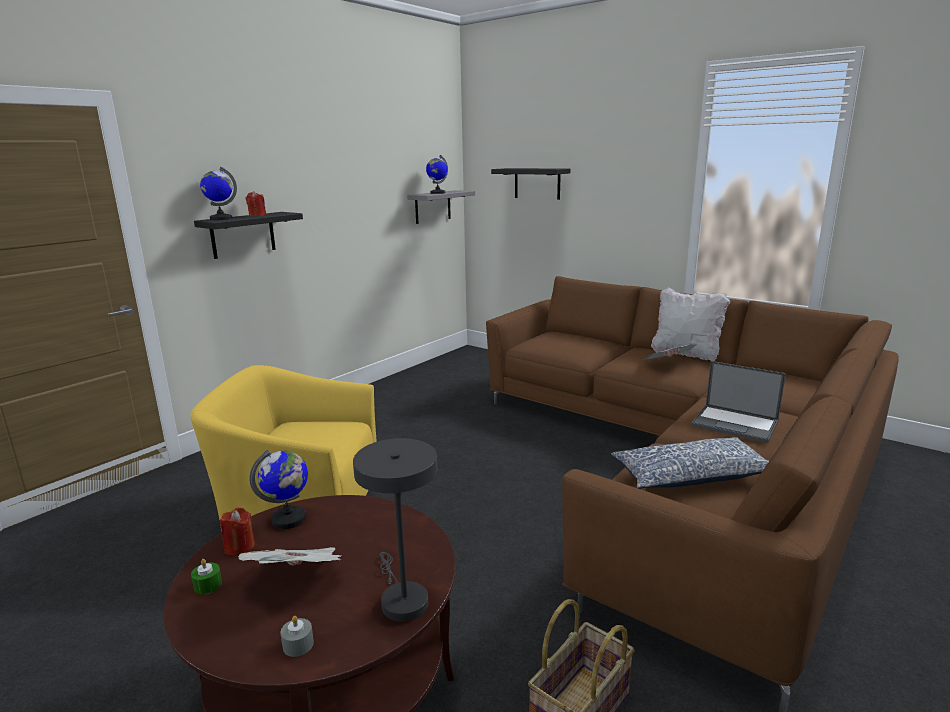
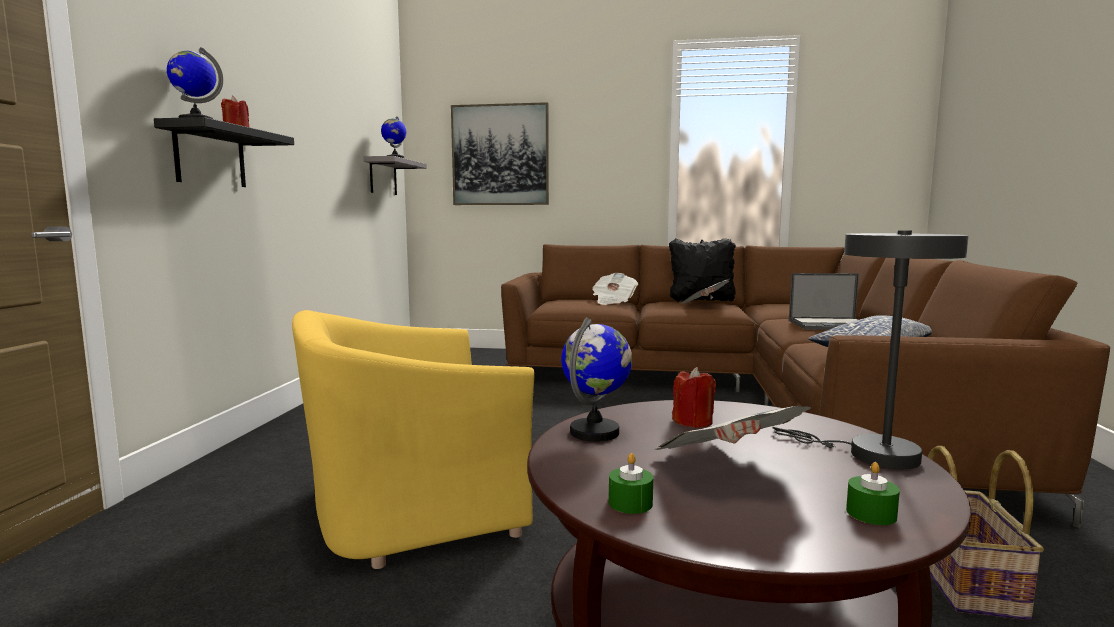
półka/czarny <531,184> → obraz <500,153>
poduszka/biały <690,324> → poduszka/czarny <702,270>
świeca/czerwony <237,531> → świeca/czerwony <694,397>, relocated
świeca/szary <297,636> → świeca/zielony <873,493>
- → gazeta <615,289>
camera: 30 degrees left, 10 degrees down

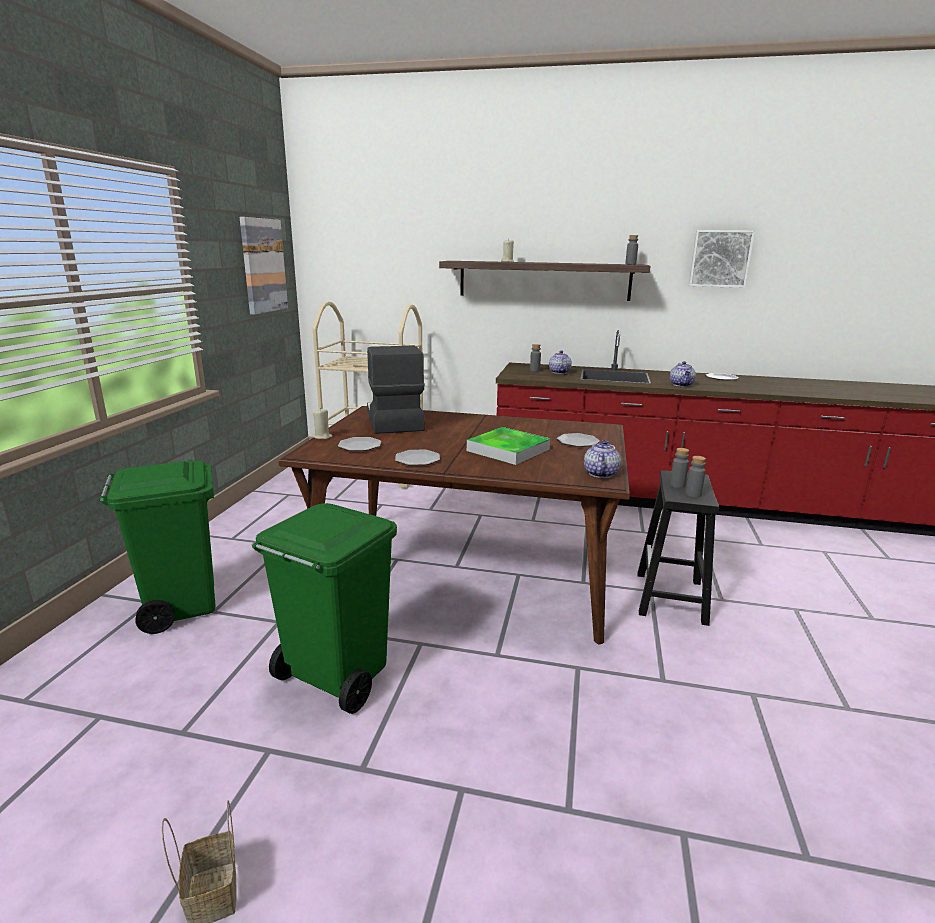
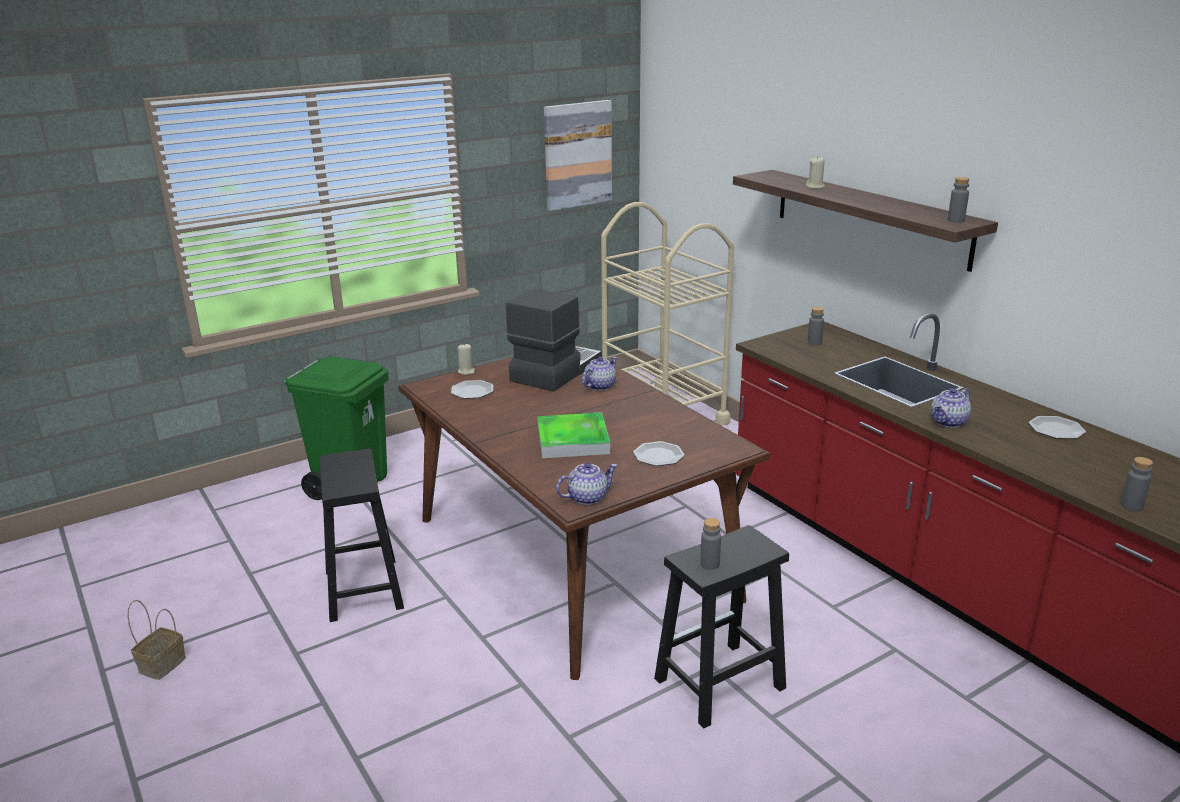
obraz <722,259> → -
imbryk <560,362> → imbryk <599,374>, relocated
butelka/szary <679,468> → butelka/szary <1137,484>, relocated
talerz <417,457> → -
kosz na śmieci/zielony <324,608> → stołek/czarny <361,535>
camera: 45 degrees right, 5 degrees up

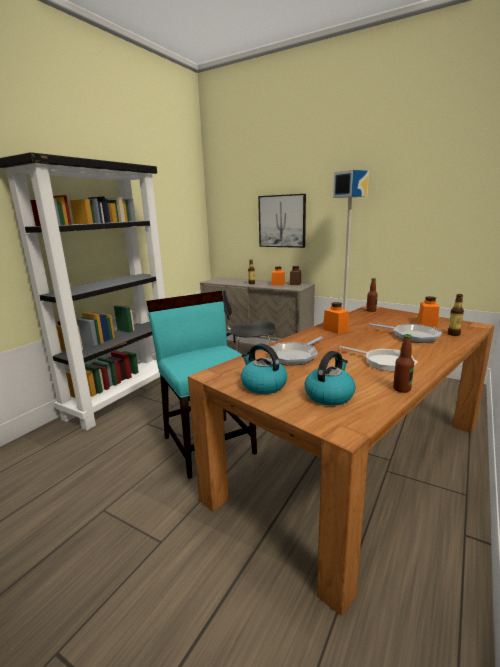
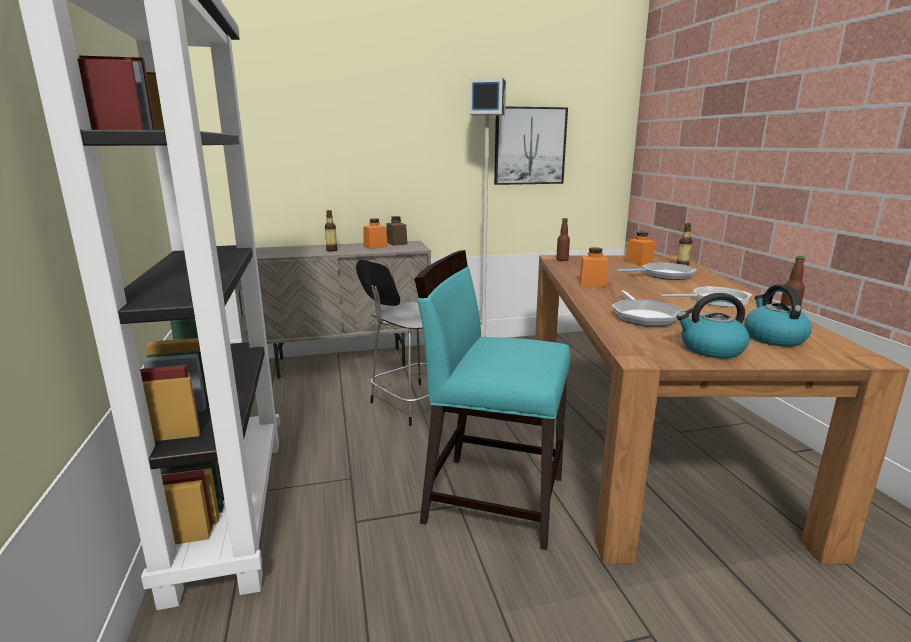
obraz <282,221> → obraz <531,145>, relocated
camera: 45 degrees left, 0 degrees up

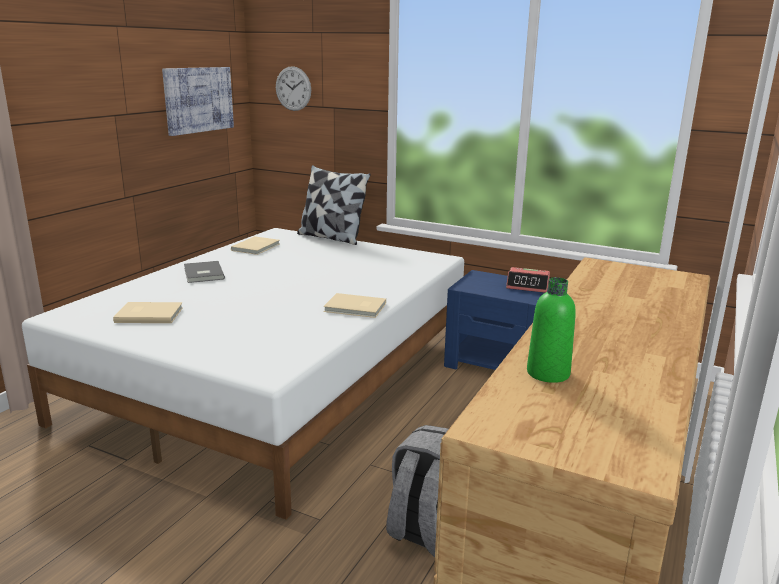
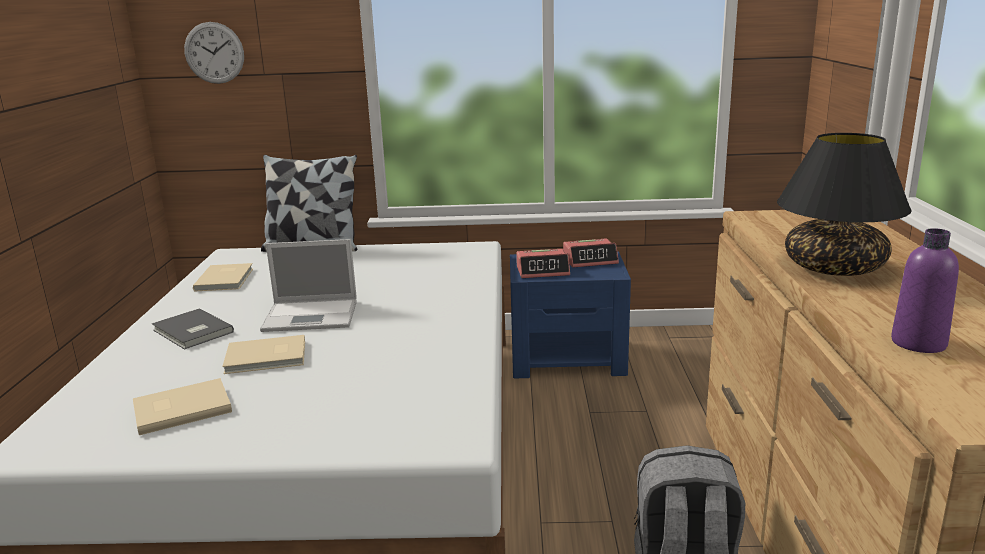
obraz <198,101> → -
butelka/zielony <551,330> → butelka/fioletowy <925,290>
książka/beżowy <354,305> → książka/beżowy <263,354>, relocated
- → lampa stołowa/czarny <844,204>
- → laptop <308,285>
- → budzik <543,263>
camera: 25 degrees left, 0 degrees up

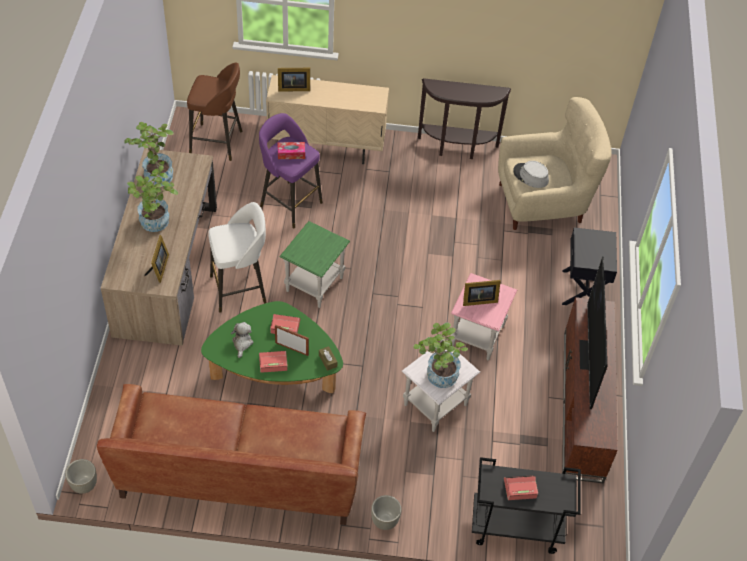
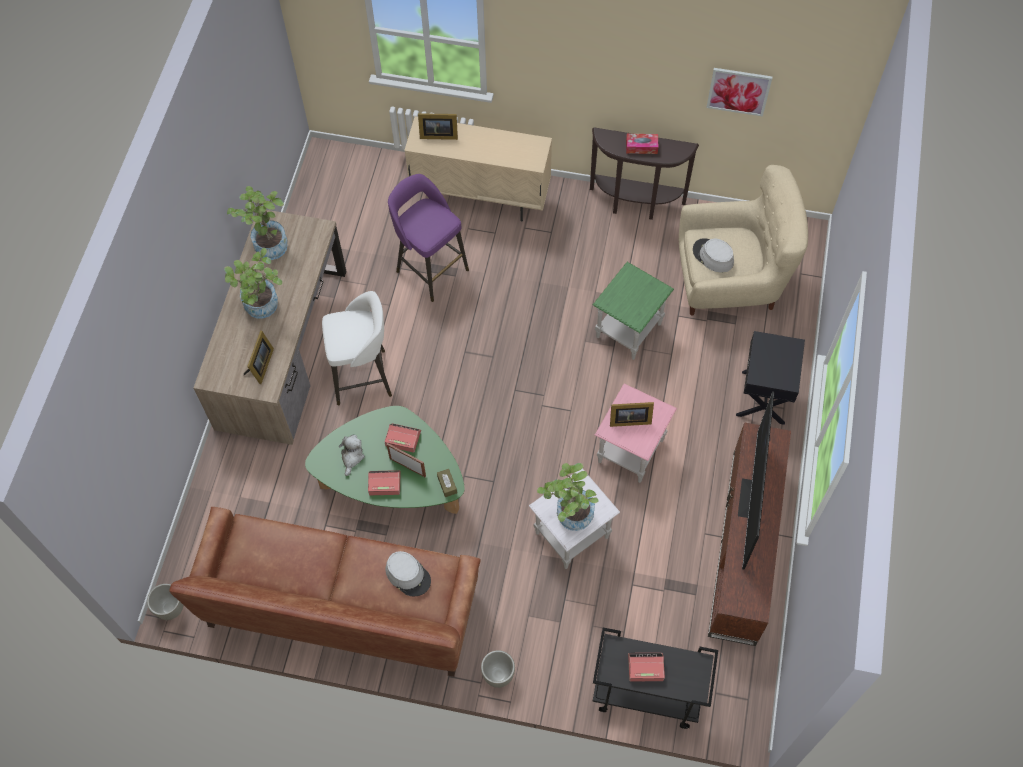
stołek/brązowy <214,112> → -
pudełko chusteczek <291,150> → pudełko chusteczek <642,144>, relocated
stolik/zielony <314,264> → stolik/zielony <633,311>, relocated
- → obraz <739,92>
- → kapelusz/szary <408,573>
camera: 10 degrees right, 10 degrees up

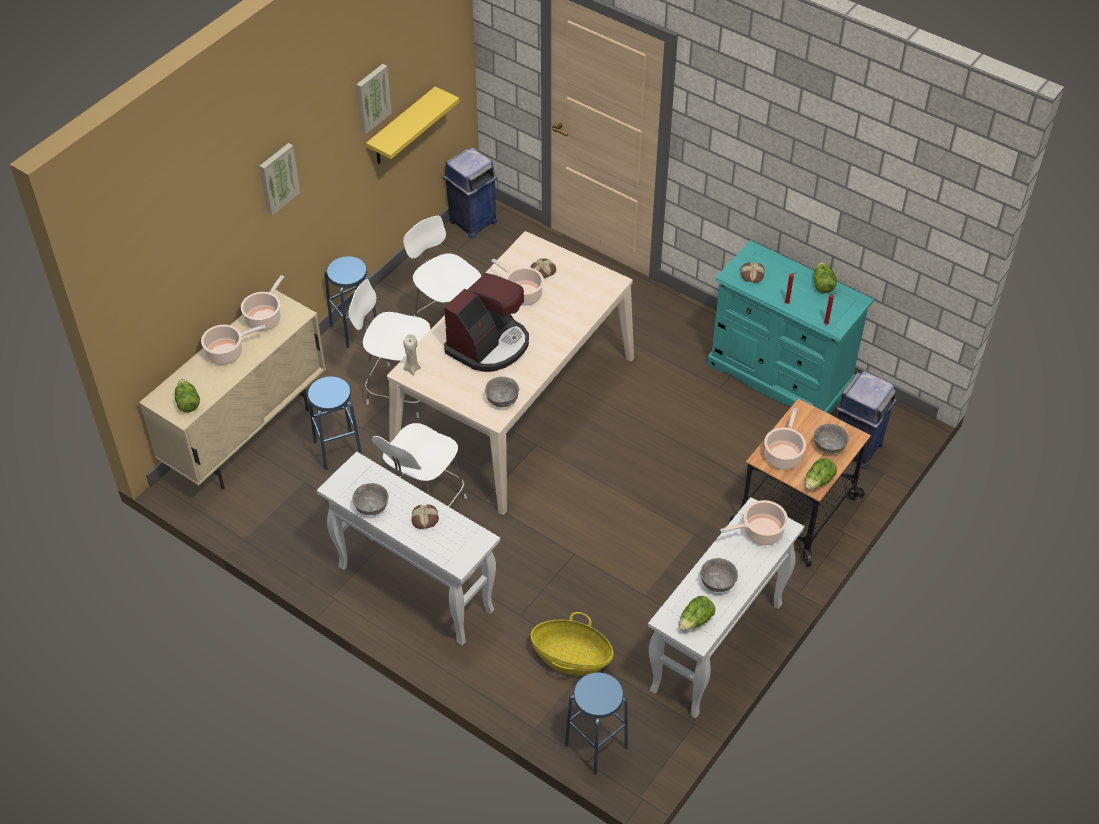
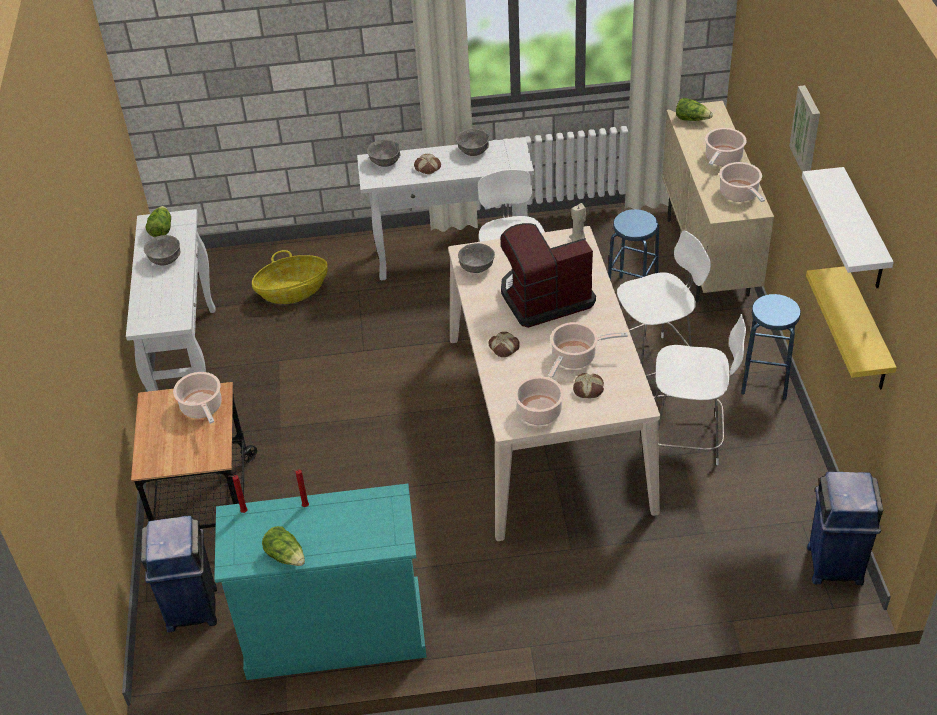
obraz <374,99> → półka/biały <848,227>
chleb <752,272> → chleb <504,344>, relocated
ekspres do kawy <486,322> → ekspres do kawy <548,275>, 75 degrees clockwise
miska/szary <831,439> → miska/szary <384,153>, relocated
sałata <821,474> → -
garnek <754,522> → garnek <539,390>, relocated
stołek/niebieski <596,723> → -
camera: 140 degrees right, 5 degrees down

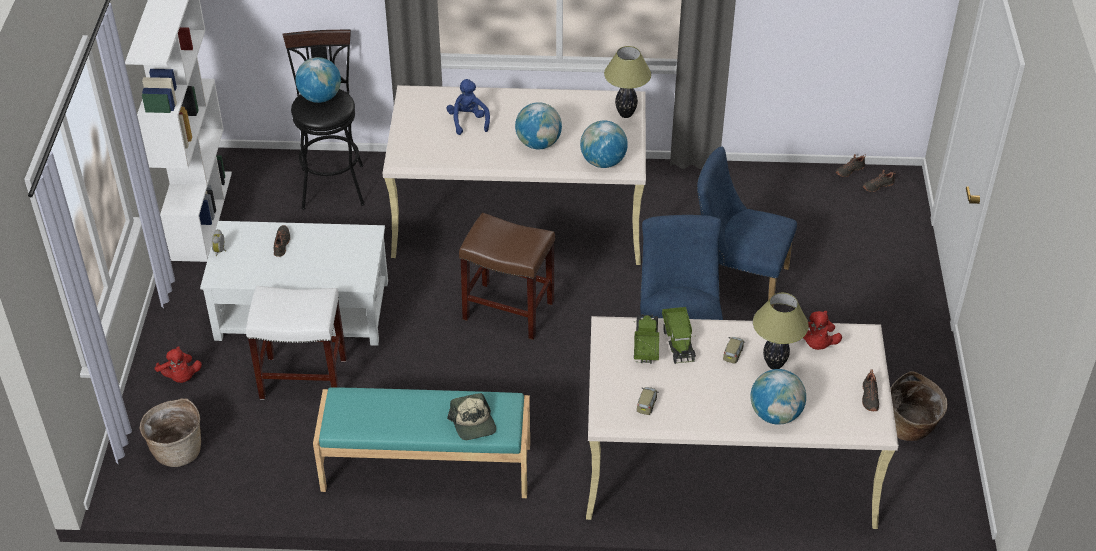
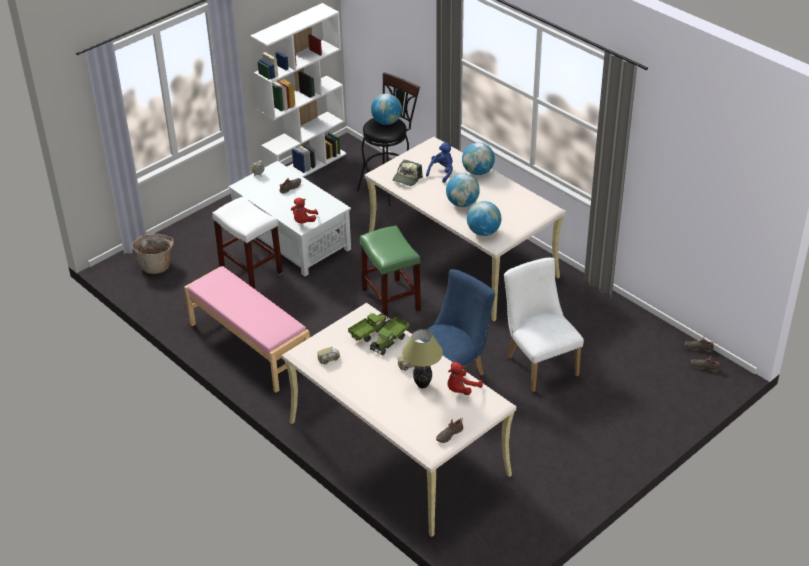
lampa stołowa <627,82> → -
krzesło/niebieski <747,226> → krzesło/biały <544,325>
stołek/brązowy <507,276> → stołek/zielony <390,271>
pluszak/czerwony <178,364> → pluszak/czerwony <304,210>, relocated
globus <778,397> → globus <478,158>, relocated
koszyk <918,406> → -
ławka/turkusowy <421,442> → ławka/różowy <247,329>
czapka z daszkiem <471,416> → czapka z daszkiem <408,173>, relocated
camera: 45 degrees right, 5 degrees down

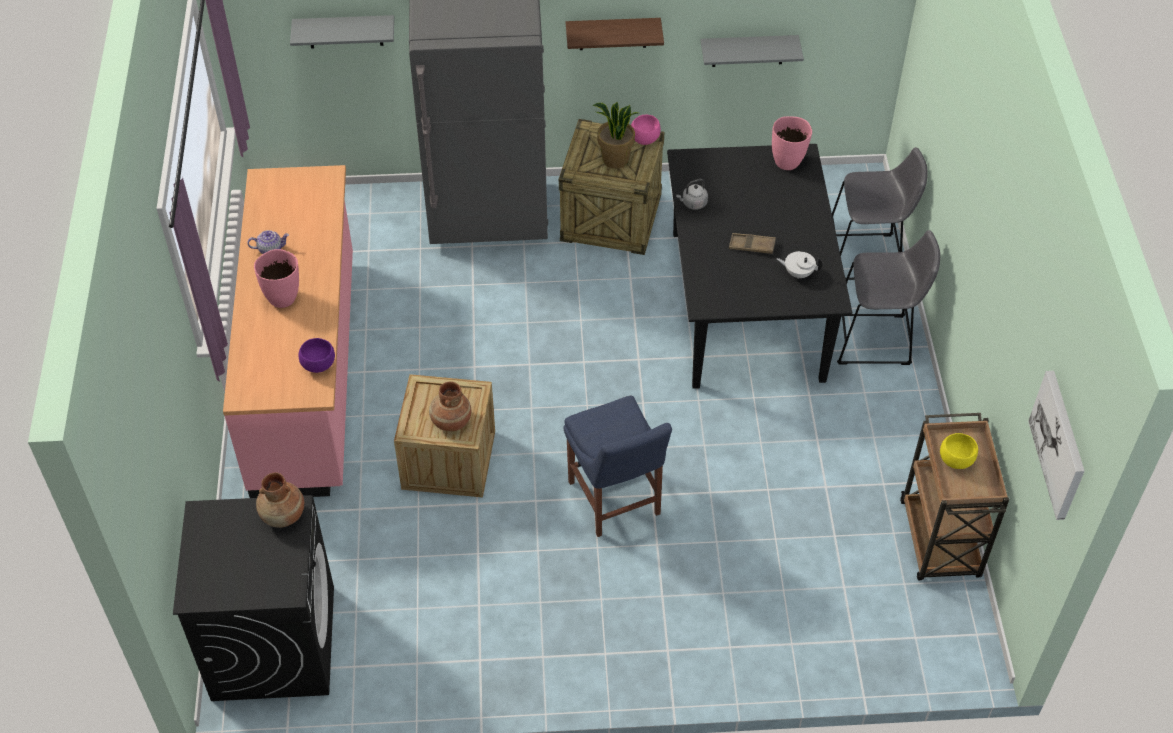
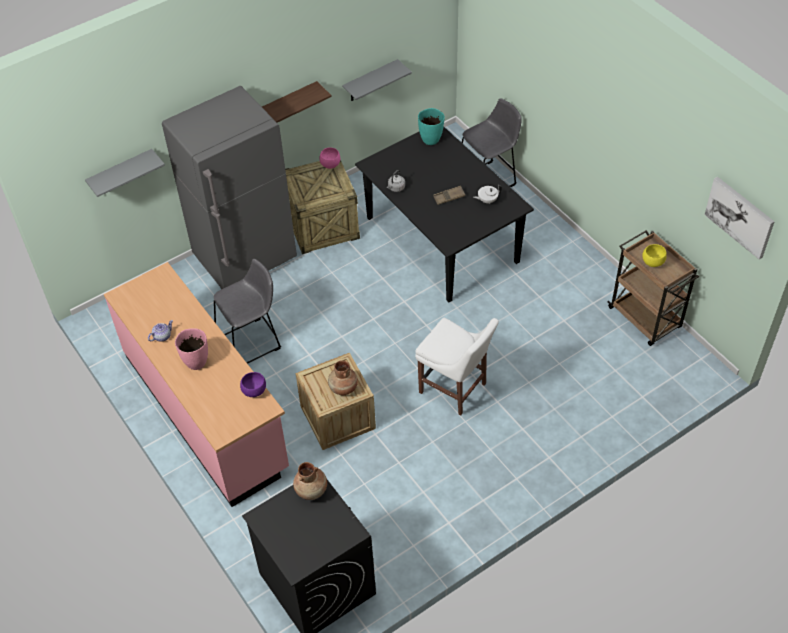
roślina doniczkowa <615,135> → -
wazon/różowy <792,143> → wazon/turkusowy <431,126>
stołek/szary <888,297> → stołek/szary <247,311>, relocated
krzesło/niebieski <617,466> → krzesło/biały <457,367>
camera: 30 degrees left, 0 degrees up

